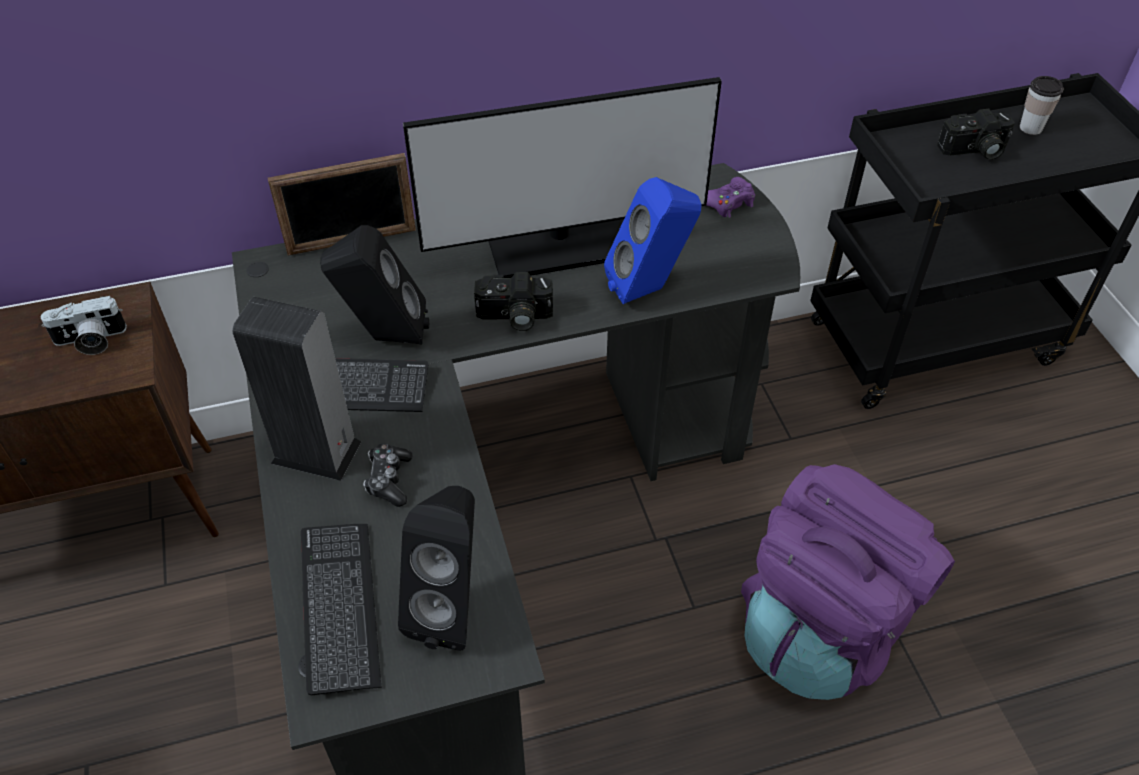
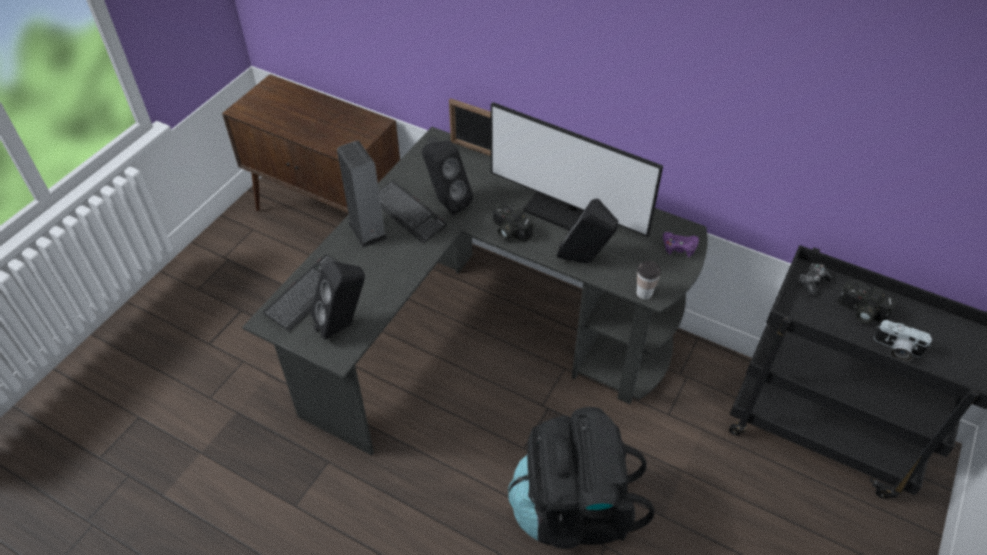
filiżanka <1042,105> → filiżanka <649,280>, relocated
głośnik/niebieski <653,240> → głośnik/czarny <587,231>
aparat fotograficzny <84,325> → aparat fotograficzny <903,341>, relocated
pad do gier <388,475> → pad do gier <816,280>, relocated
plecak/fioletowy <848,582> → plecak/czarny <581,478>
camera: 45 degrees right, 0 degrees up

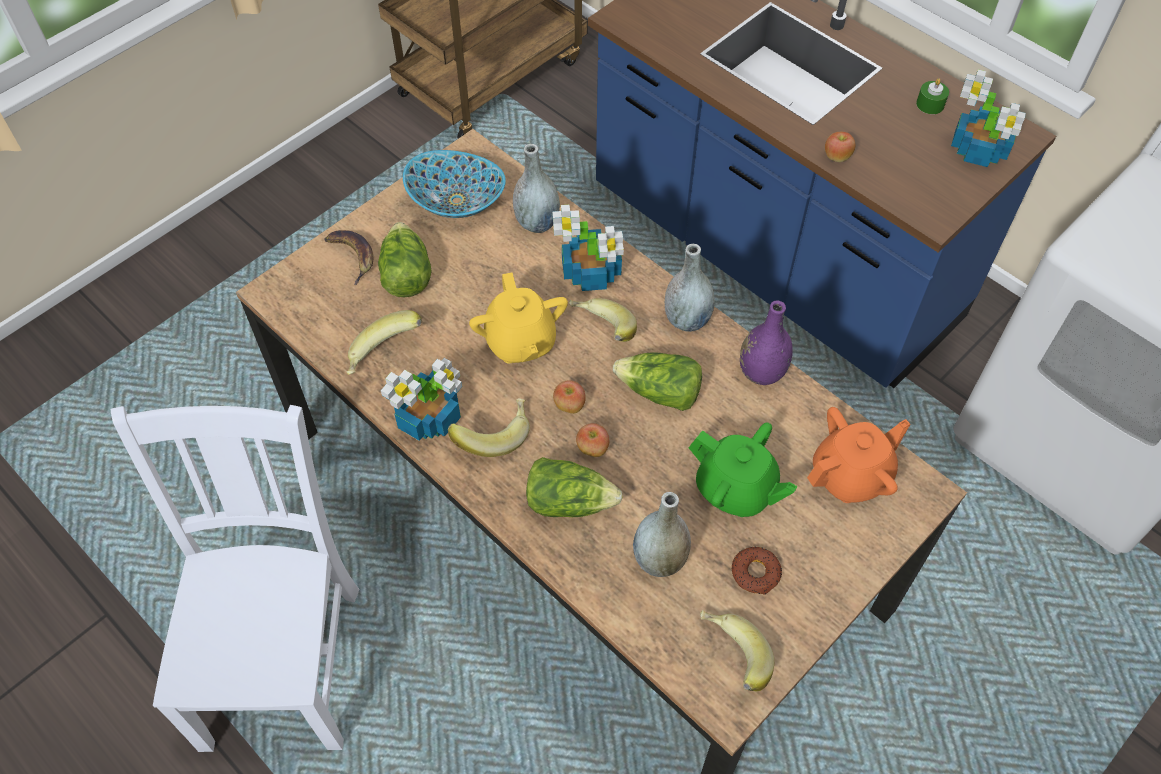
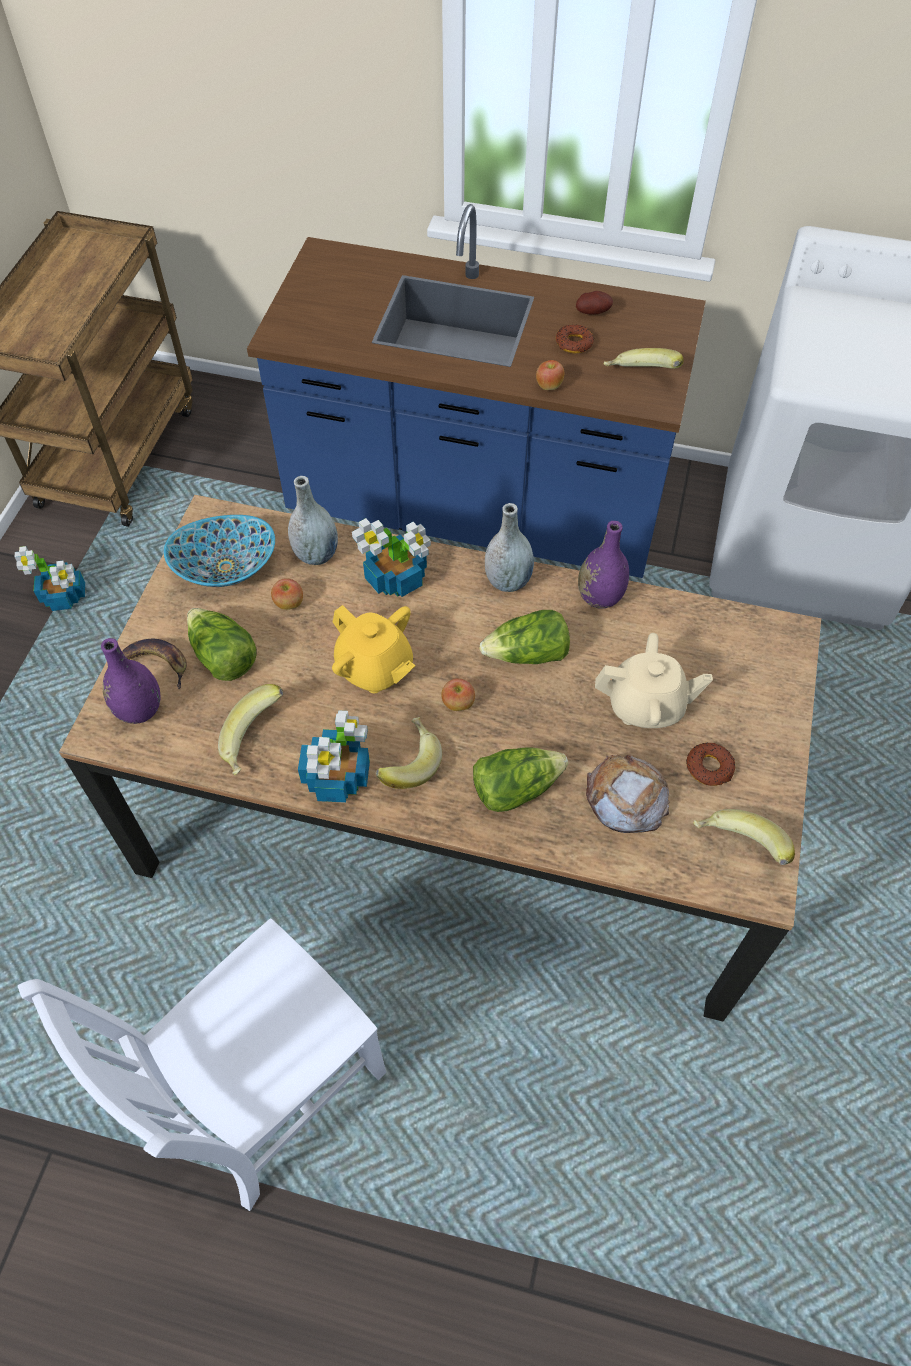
roślina doniczkowa <988,118> → roślina doniczkowa <50,578>, relocated
świeca/zielony <932,96> → ziemniak <594,303>
banan <603,320> → banan <643,358>, relocated
krzesło/biały <235,578> → krzesło/biały <202,1064>, 105 degrees counterclockwise
imbryk/pomarańczowy <858,455> → -
jabłko <592,440> → jabłko <287,594>, relocated
imbryk/zielony <743,470> → imbryk/beżowy <654,680>
wazon/szary <662,534> → chleb <628,793>
- → donut <575,339>
- → wazon/fioletowy <131,681>
camera: 30 degrees left, 0 degrees up

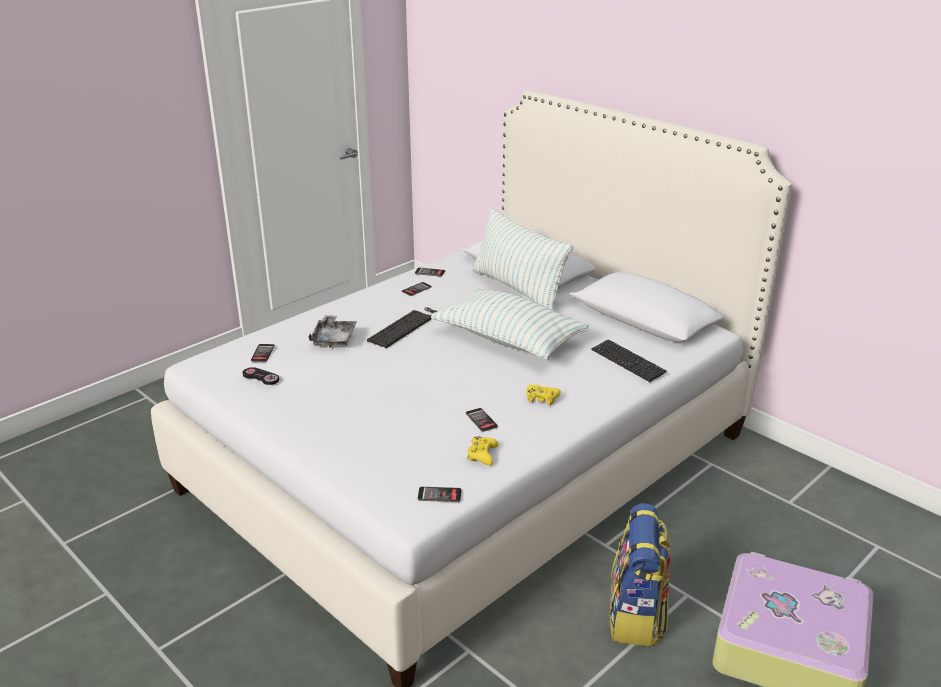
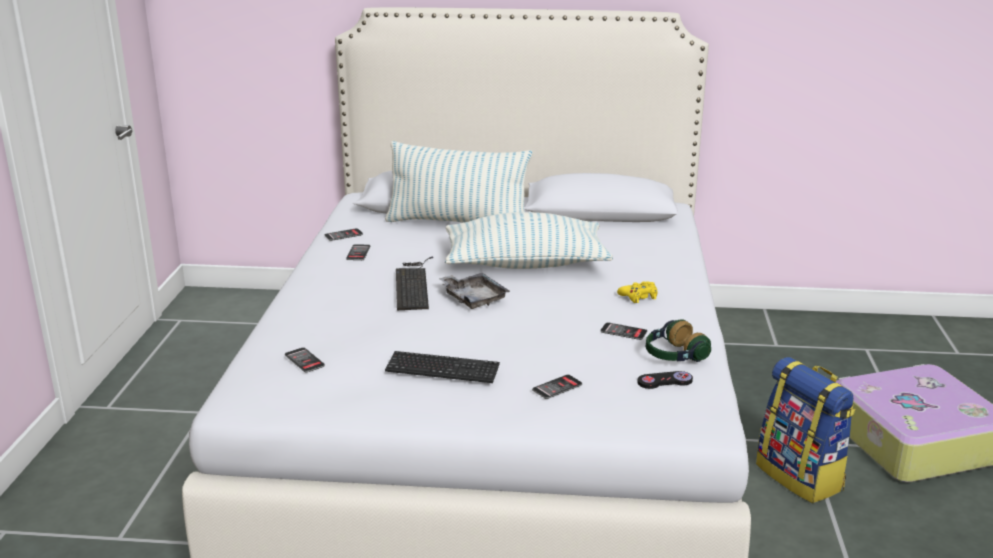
taca/szary <333,331> → taca/szary <474,291>, relocated
klawiatura <629,360> → klawiatura <442,367>, relocated
pad do gier/czarny <260,376> → pad do gier/czarny <665,380>, relocated
pad do gier/żółty <483,450> → słuchawki <678,340>
telefon <439,494> → telefon <557,386>, relocated
camera: 40 degrees left, 5 degrees down

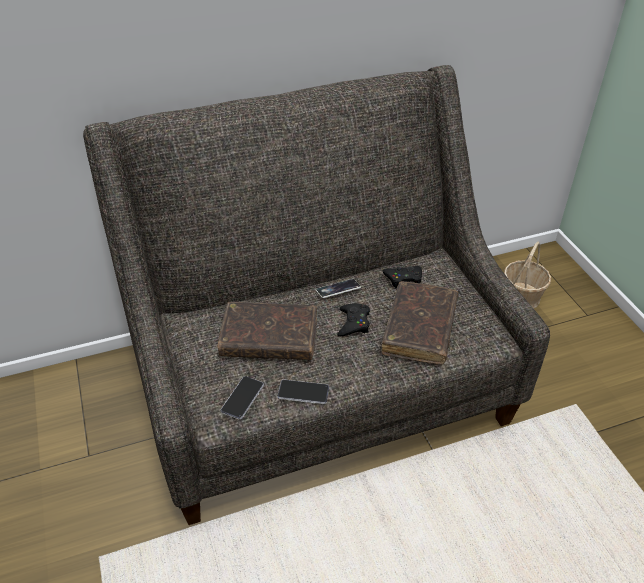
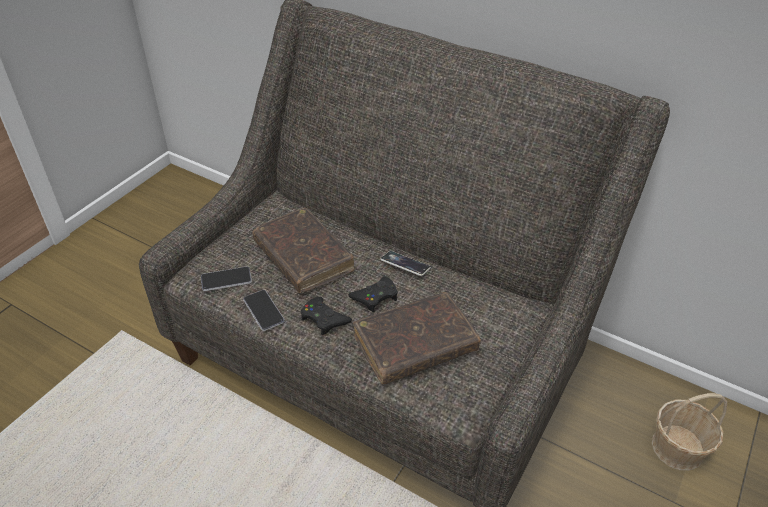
pad do gier/czarny <402,277> → pad do gier/czarny <326,316>, relocated
camera: 50 degrees right, 0 degrees up

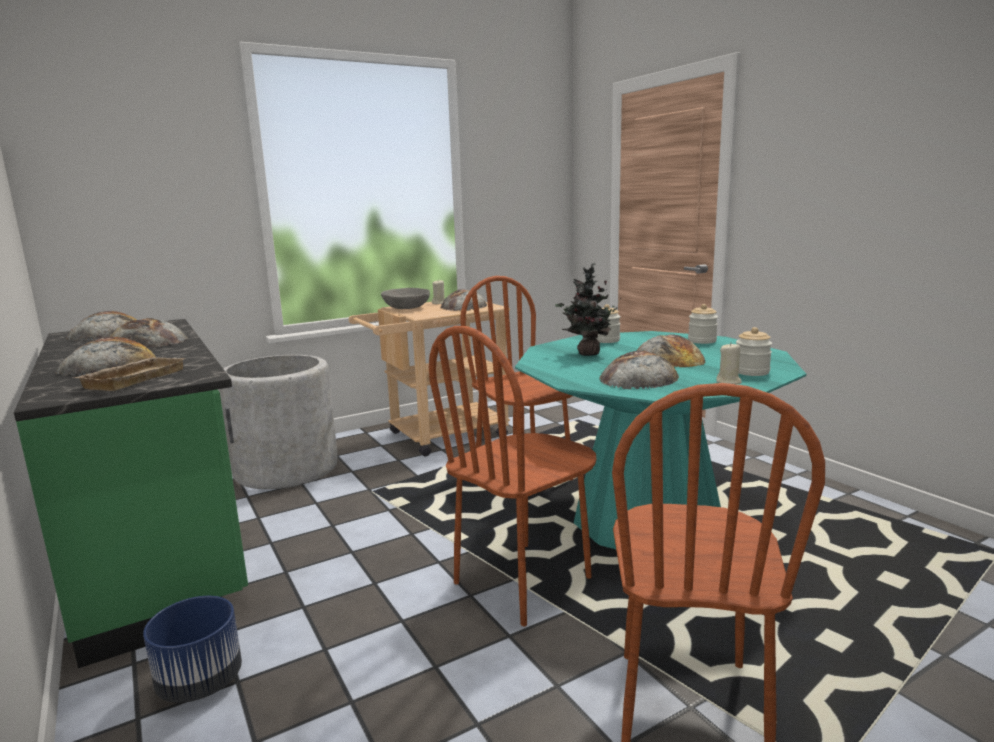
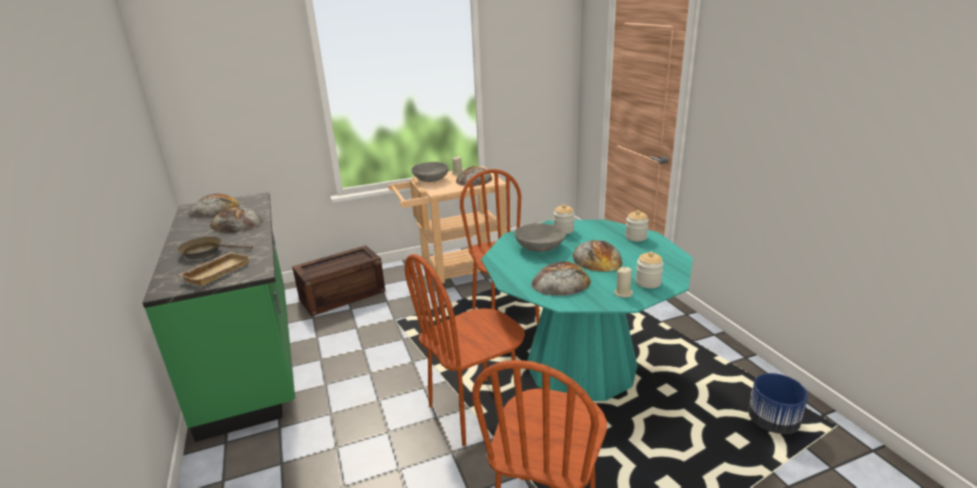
roślina doniczkowa <588,309> → miska/szary <540,237>
chleb <106,356> → patelnia/brązowy <215,247>
donica/szary <278,422> → skrzynka <339,281>
donica/niebieski <192,649> → donica/niebieski <778,403>, relocated
camera: 10 degrees right, 10 degrees up

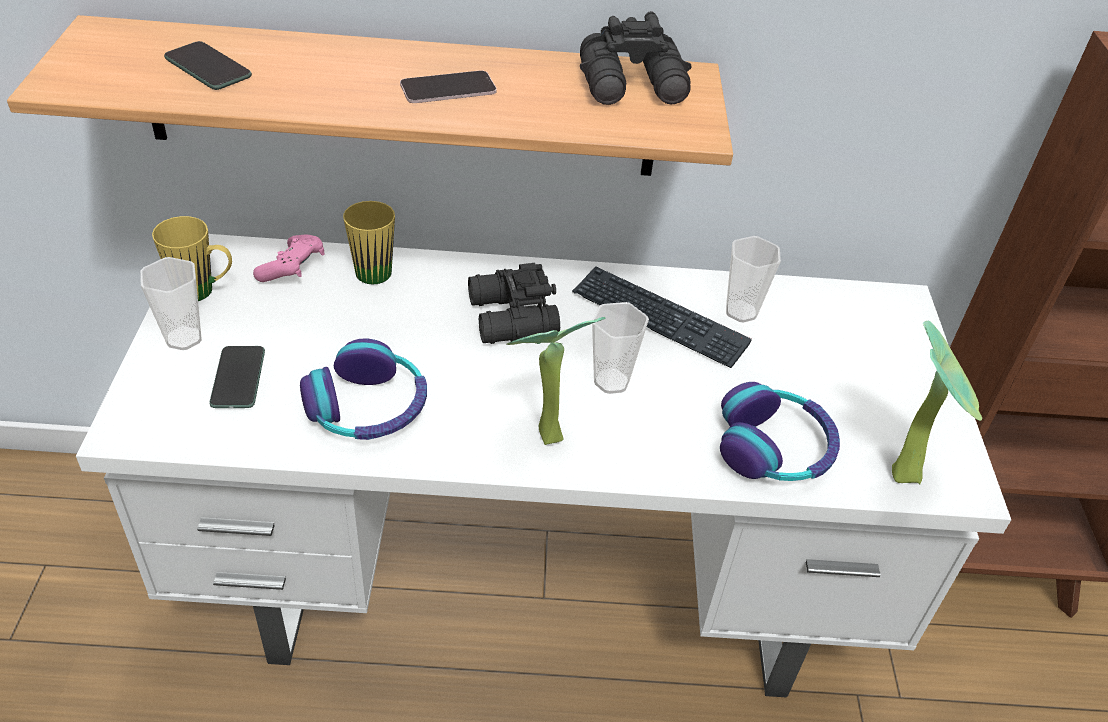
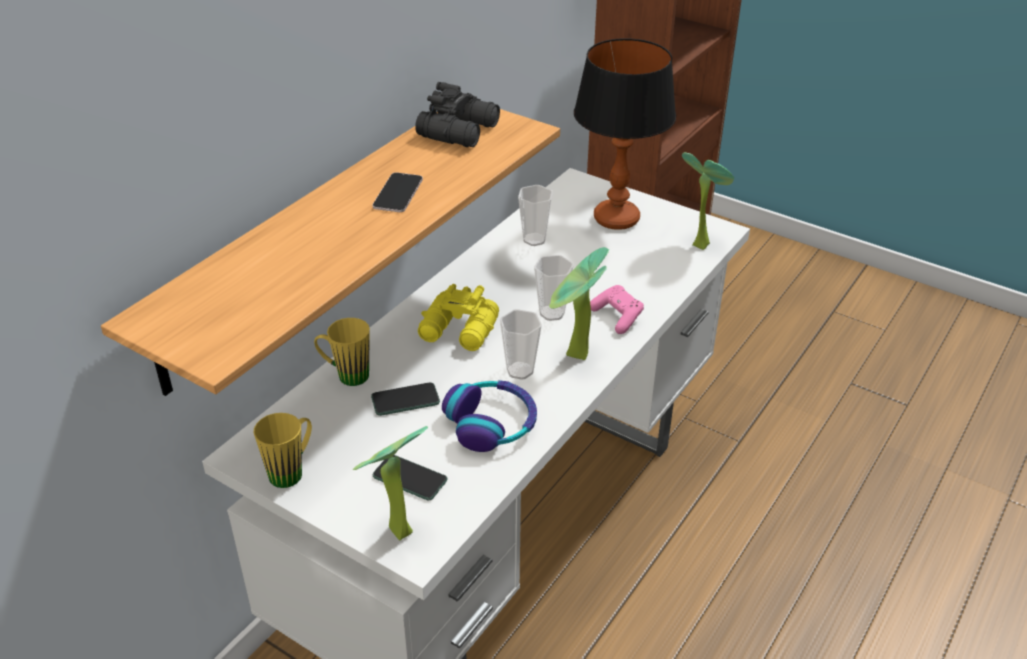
telefon <208,65> → telefon <405,399>, relocated
pad do gier/różowy <288,258> → pad do gier/różowy <617,309>, relocated
filiżanka <171,303> → filiżanka <521,344>, relocated
lornetka/czarny <514,303> → lornetka/żółty <458,317>
klawiatura <662,317> → -
słuchawki <780,431> → -
- → lampa stołowa <625,134>
- → roślina doniczkowa <390,483>
camera: 55 degrees left, 5 degrees down

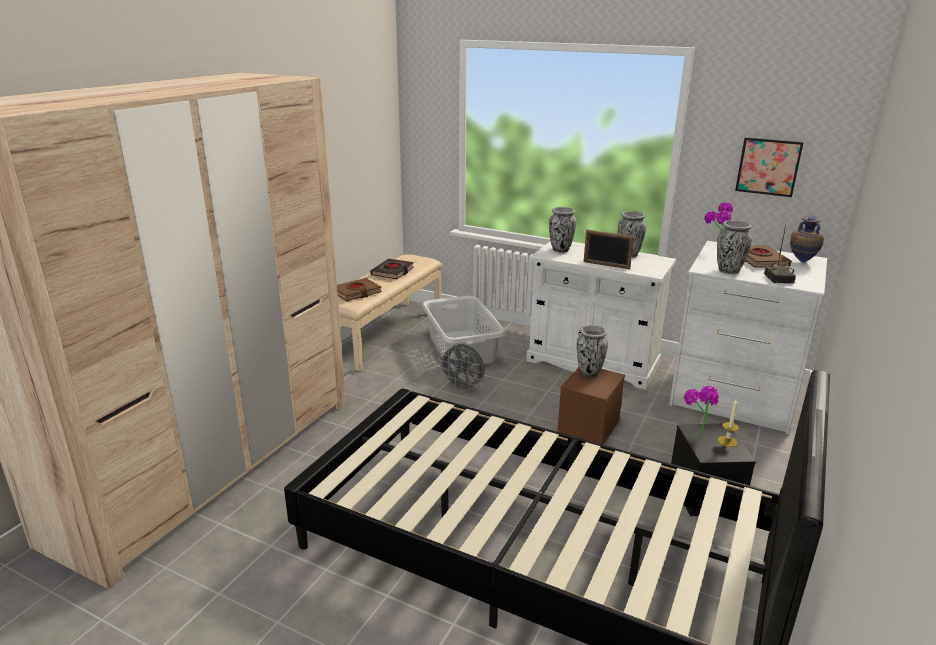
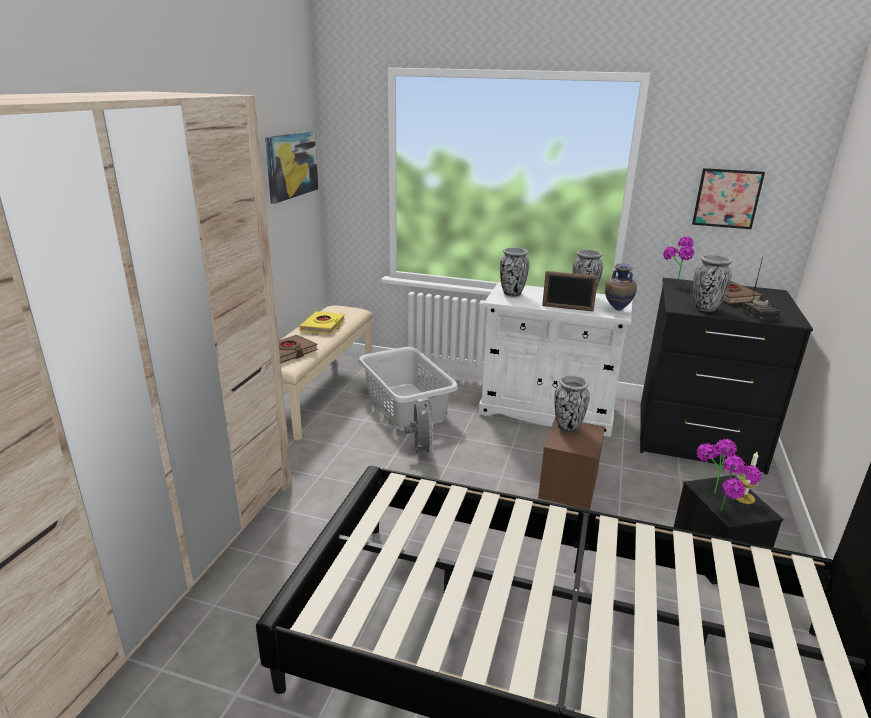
wazon <807,239> → wazon <621,287>, relocated
komoda/biały <748,337> → komoda/czarny <726,376>
książka/czarny <391,269> → książka/żółty <322,322>
wentylator/szary <461,368> → wentylator/szary <419,428>, 120 degrees counterclockwise
- → obraz <291,167>
- → roślina doniczkowa <741,483>
camera: 10 degrees left, 0 degrees up

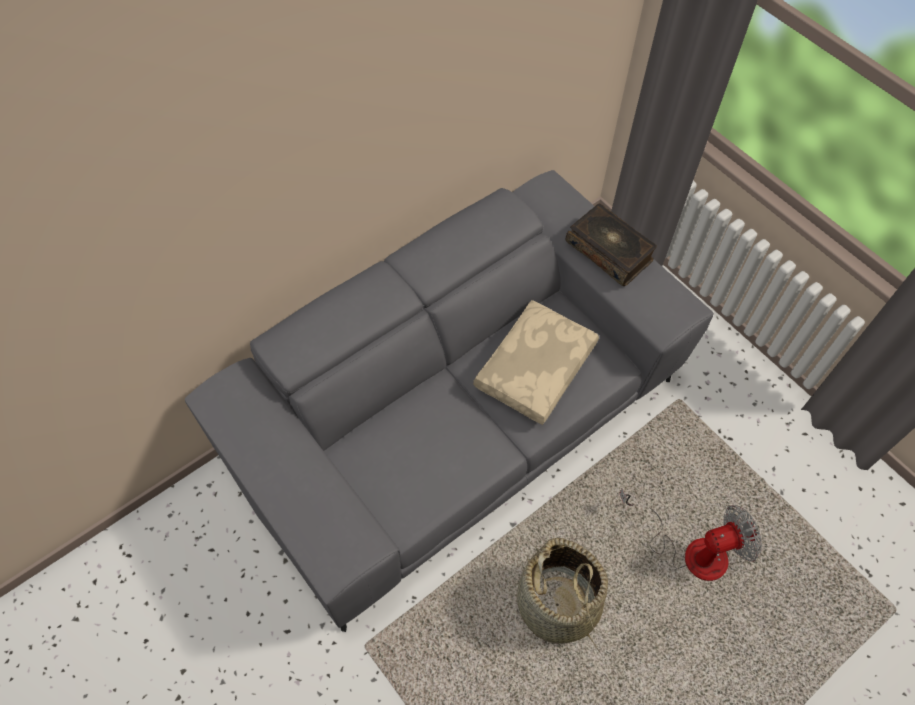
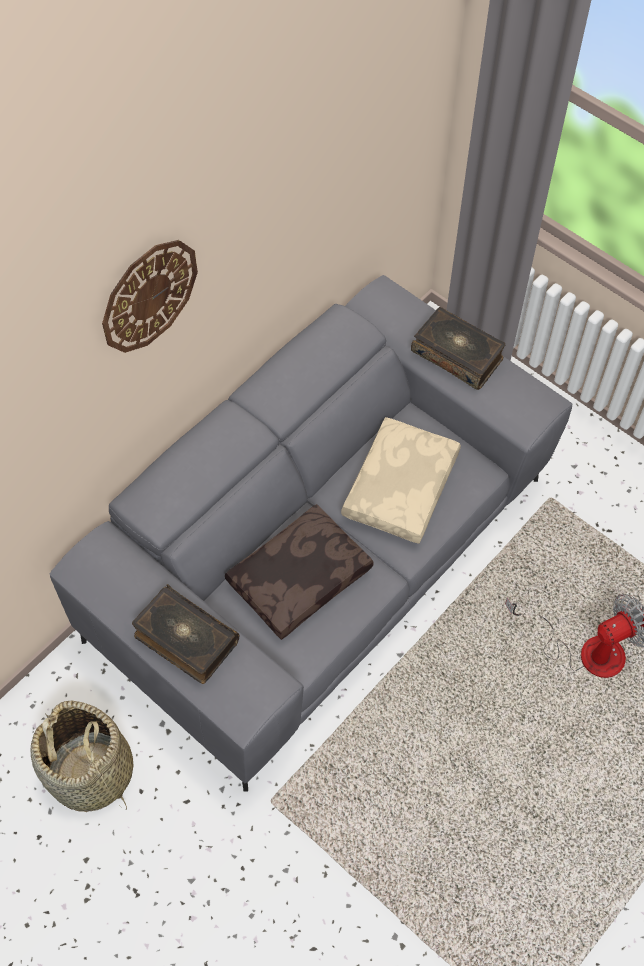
koszyk <562,595> → koszyk <82,756>, relocated
- → zegar ścienny <150,296>
- → poduszka/brązowy <299,572>
- → książka <185,634>
camera: 10 degrees left, 0 degrees up

